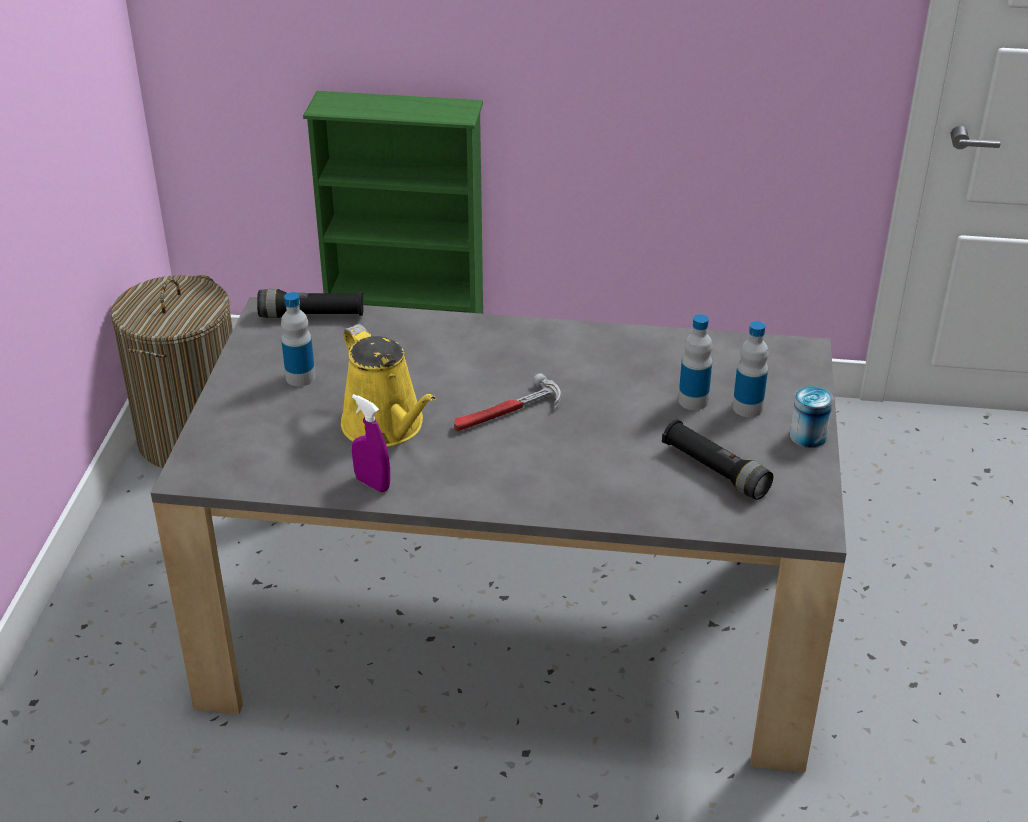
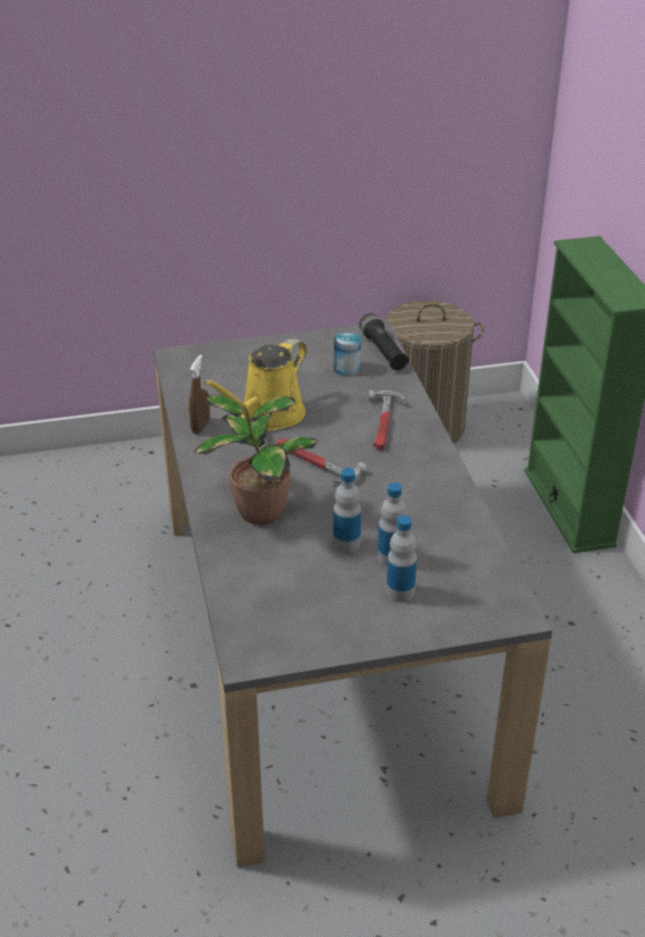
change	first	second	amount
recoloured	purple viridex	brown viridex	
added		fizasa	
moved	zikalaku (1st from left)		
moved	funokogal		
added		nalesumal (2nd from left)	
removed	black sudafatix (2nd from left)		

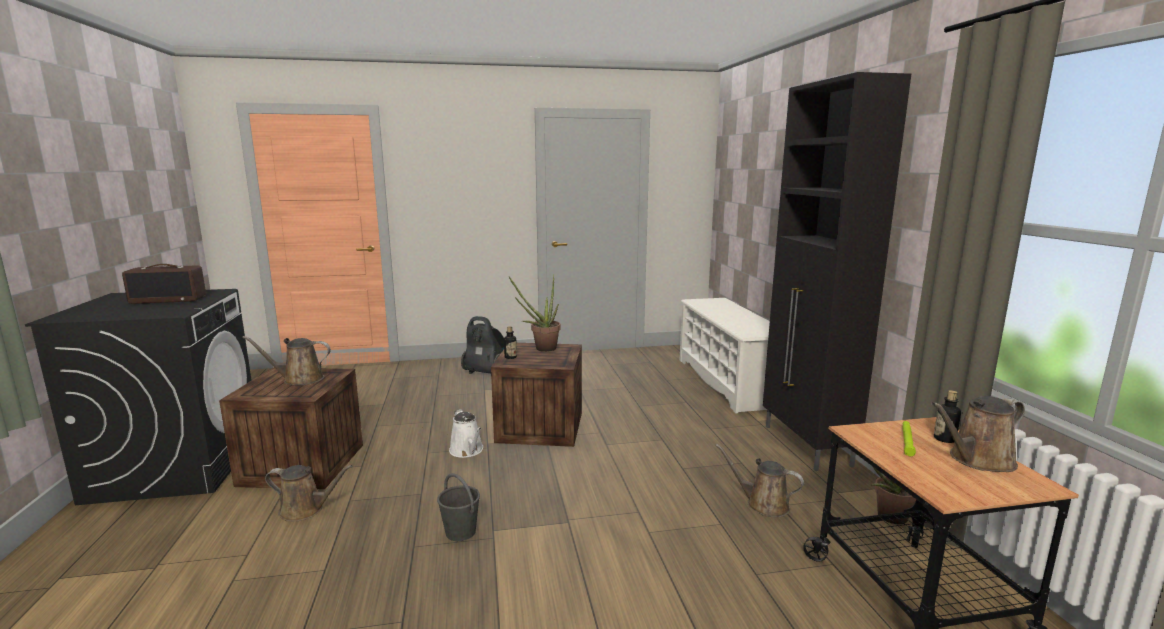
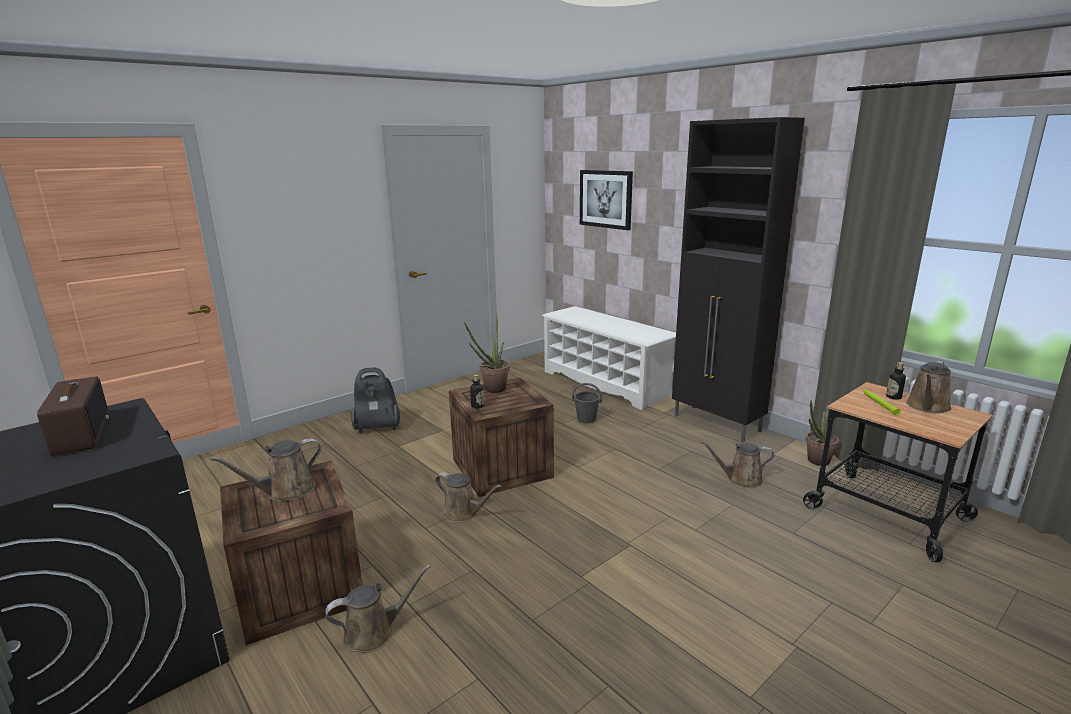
change	first	second	amount
turned	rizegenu		75 degrees counterclockwise
recoloured	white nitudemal	brown nitudemal (3rd from left)	
moved	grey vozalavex		
added		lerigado	

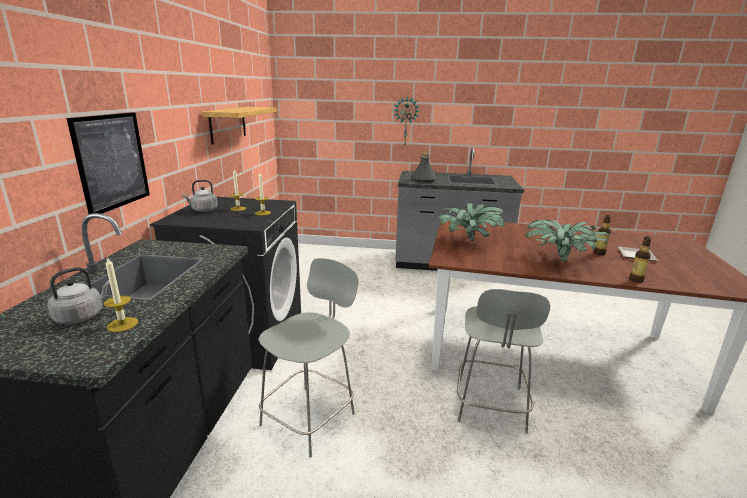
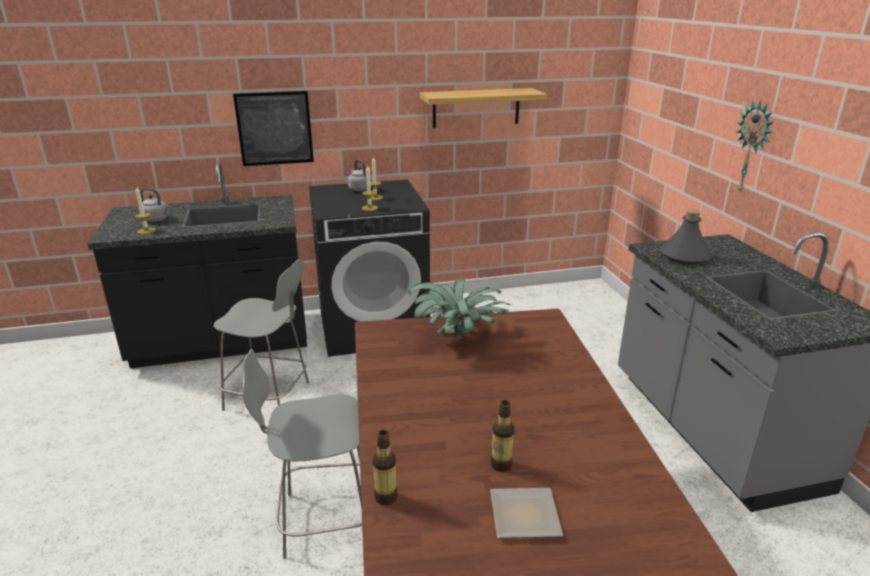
change	first	second	amount
removed	fizasa (2nd from left)		

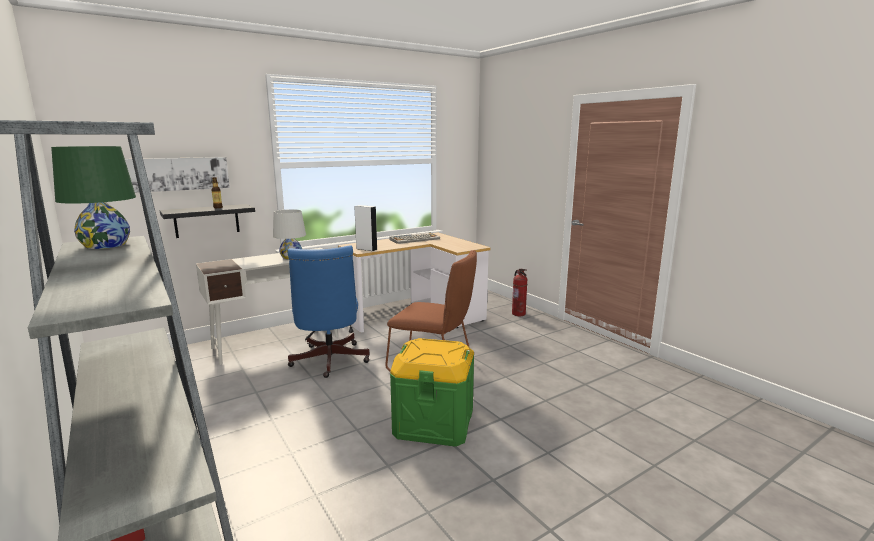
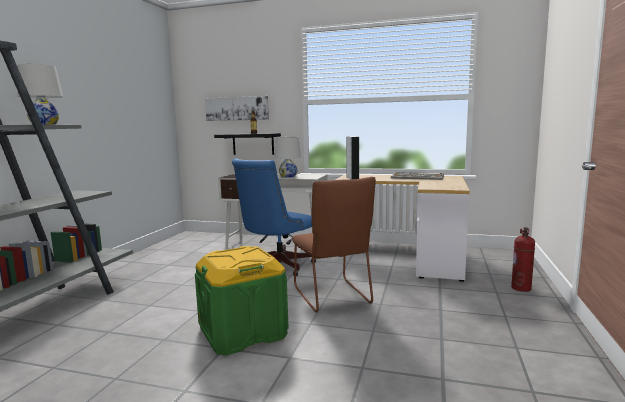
change	first	second	amount
recoloured	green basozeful	white basozeful (1st from left)	

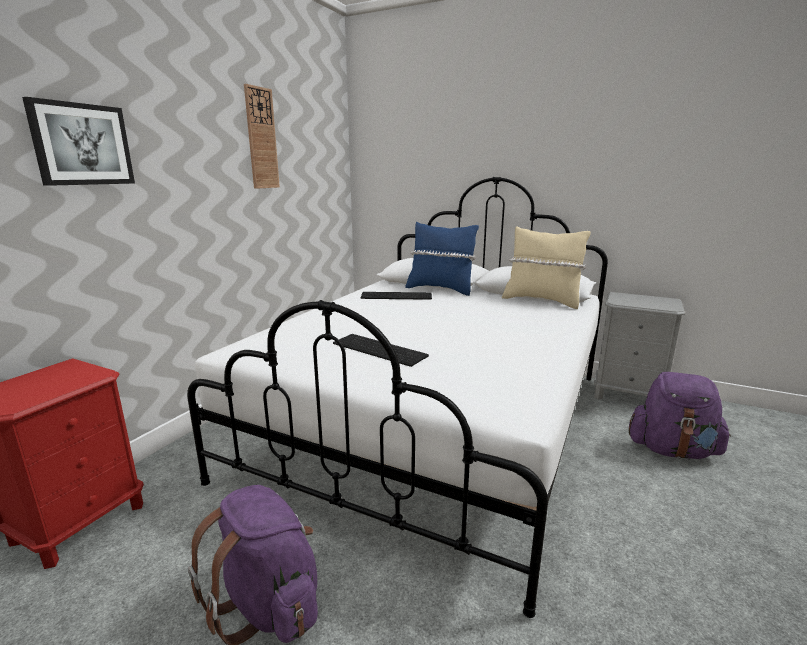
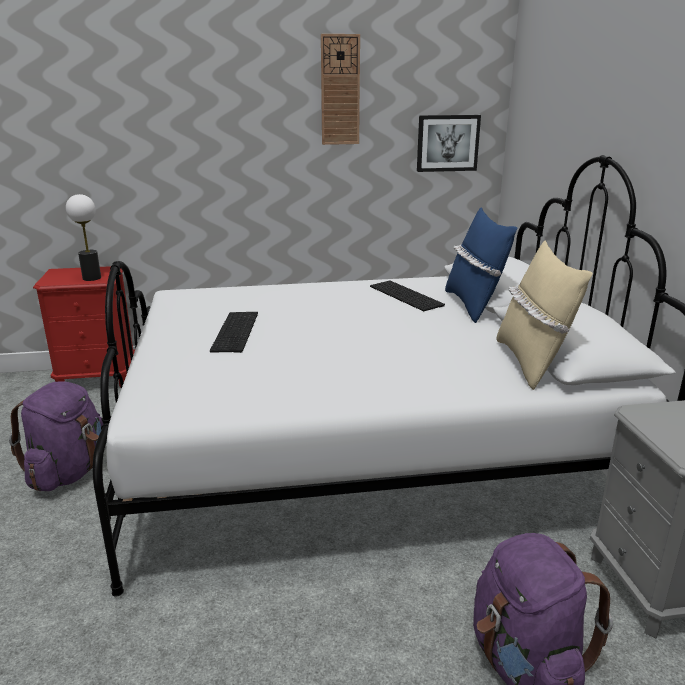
change	first	second	amount
added		basozeful	
moved	lerigado		

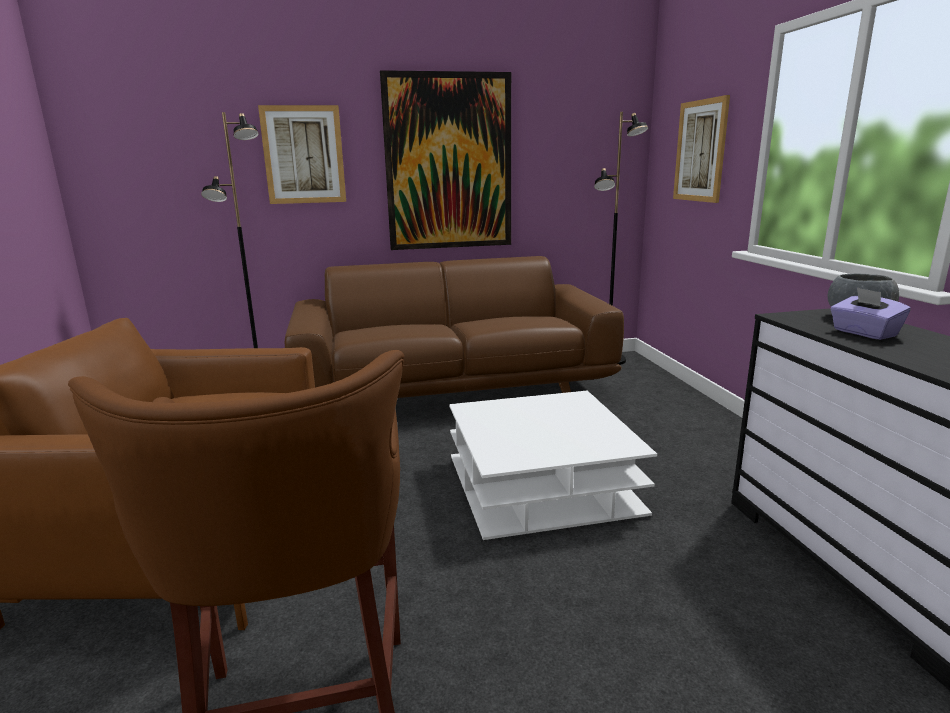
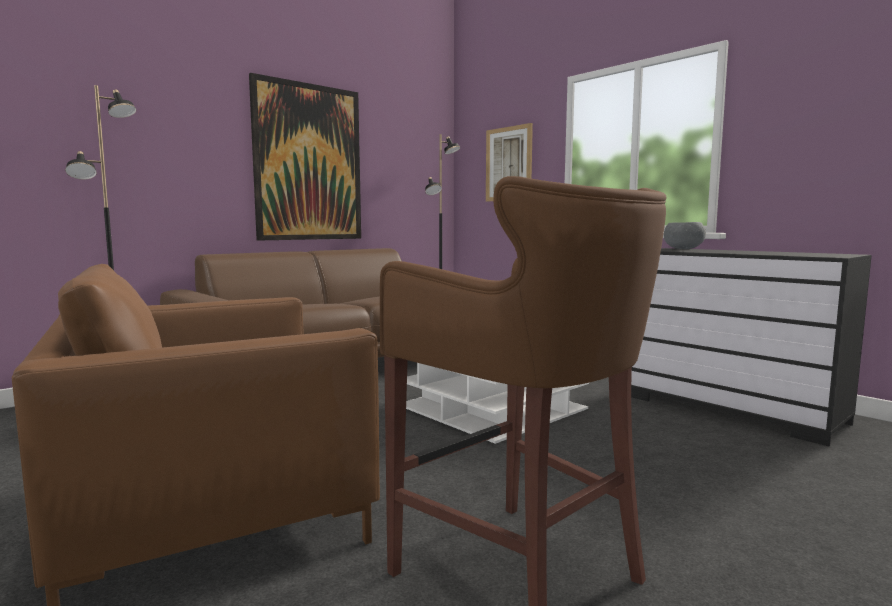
change	first	second	amount
removed	lerigado (1st from left)		
removed	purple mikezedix		

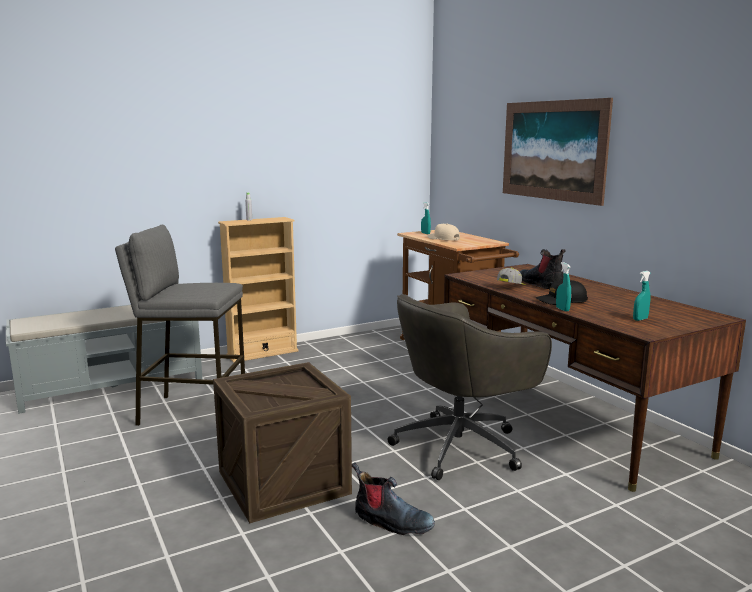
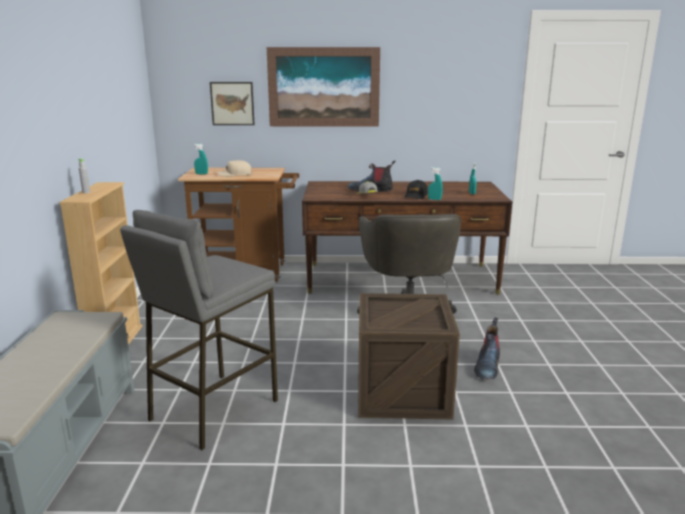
change	first	second	amount
added		lerigado (1st from left)	
turned	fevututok (1st from left in the first image)	fevututok (2nd from left)	150 degrees clockwise

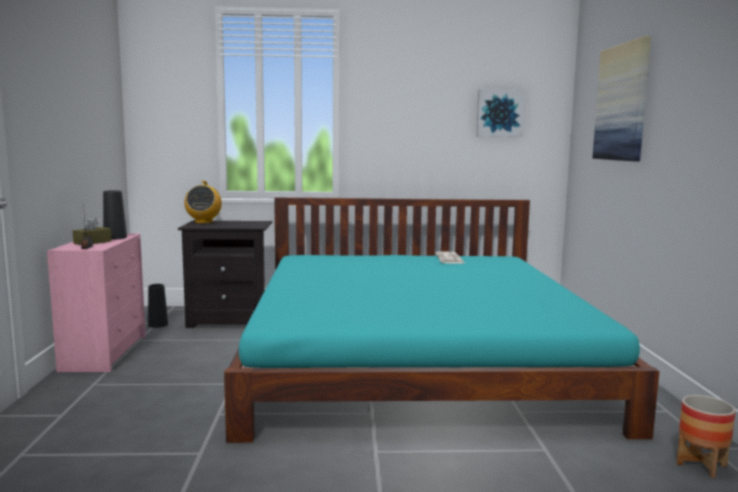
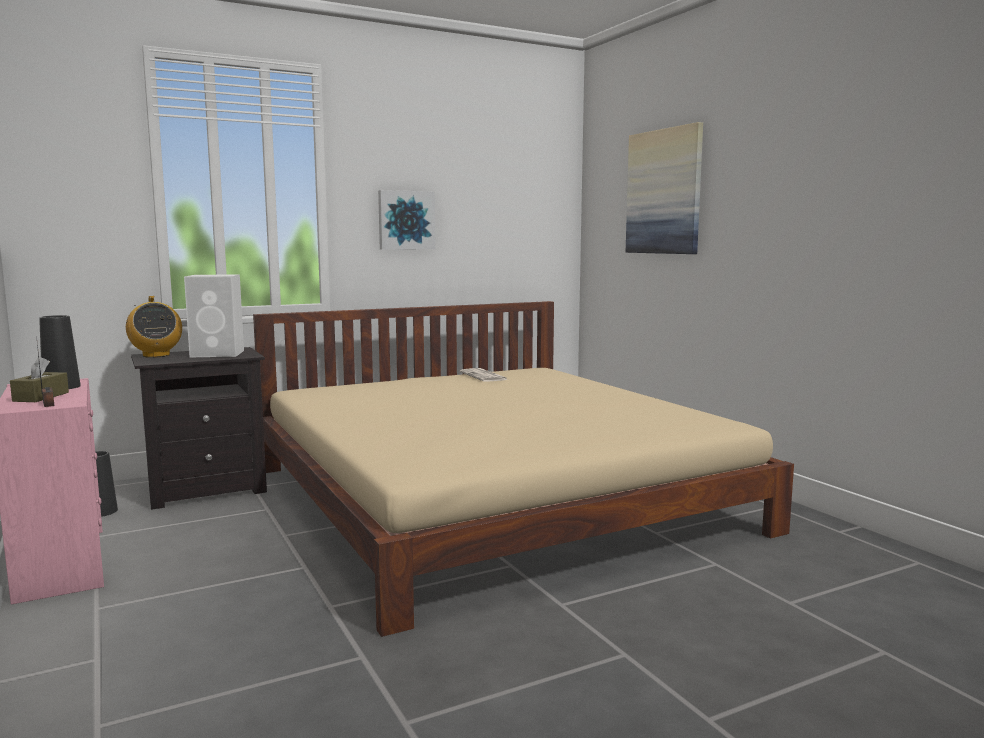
change	first	second	amount
added		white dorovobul	
recoloured	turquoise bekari	beige bekari	
moved	lerigado (1st from left)		
removed	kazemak		

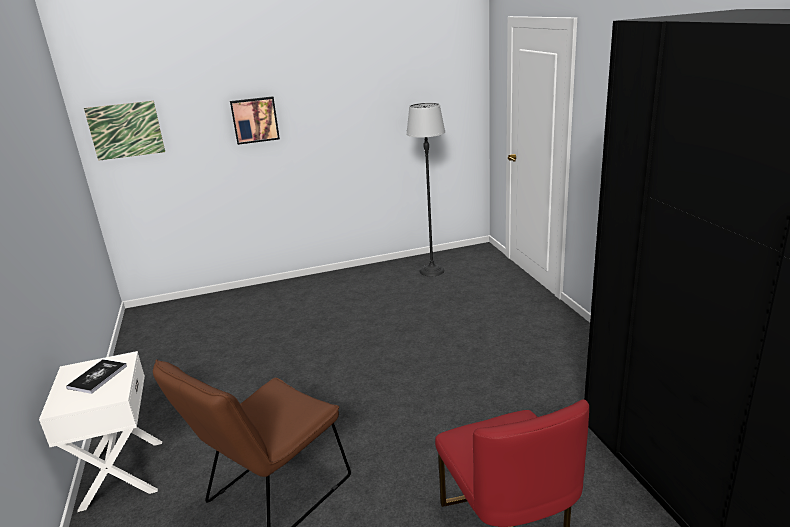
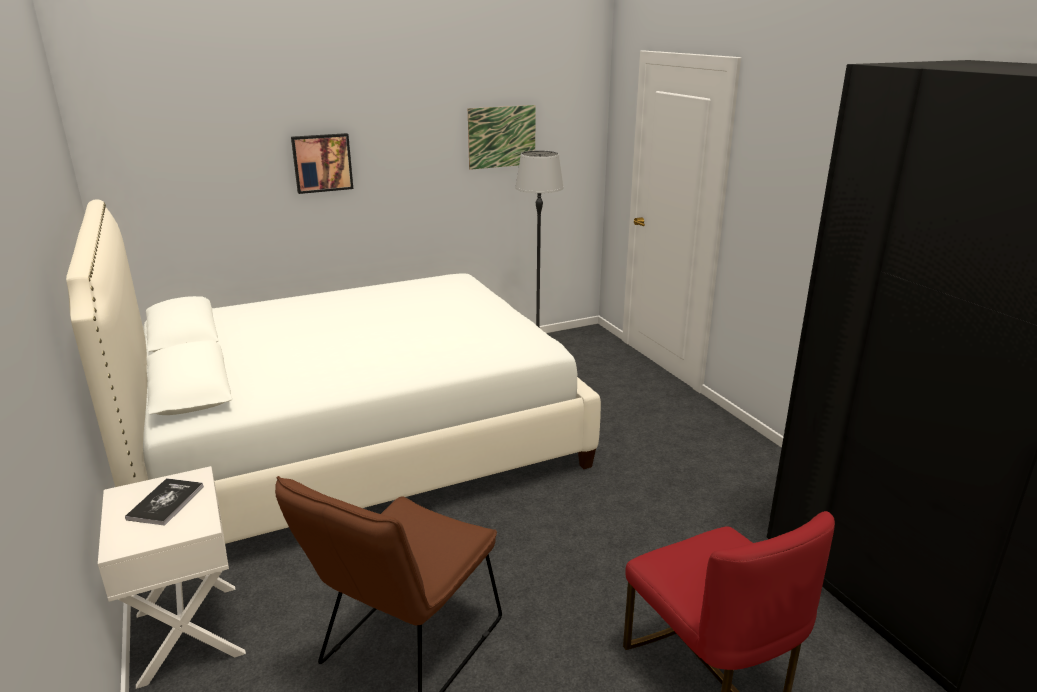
change	first	second	amount
added		white bekari	
moved	lerigado (1st from left in the first image)	lerigado (2nd from left)	

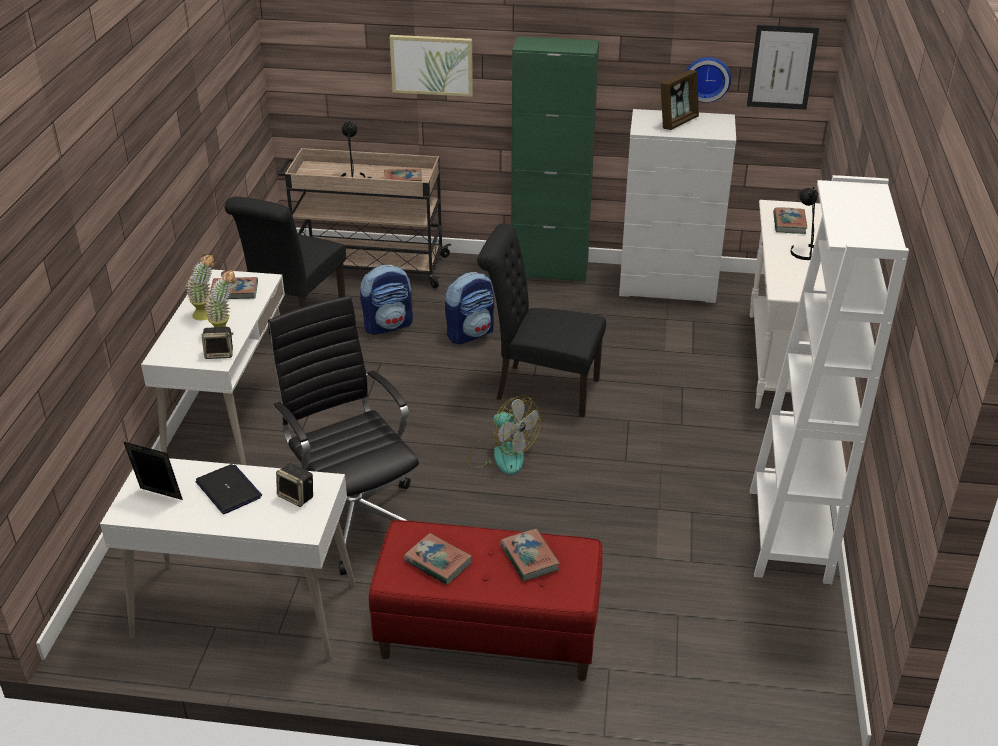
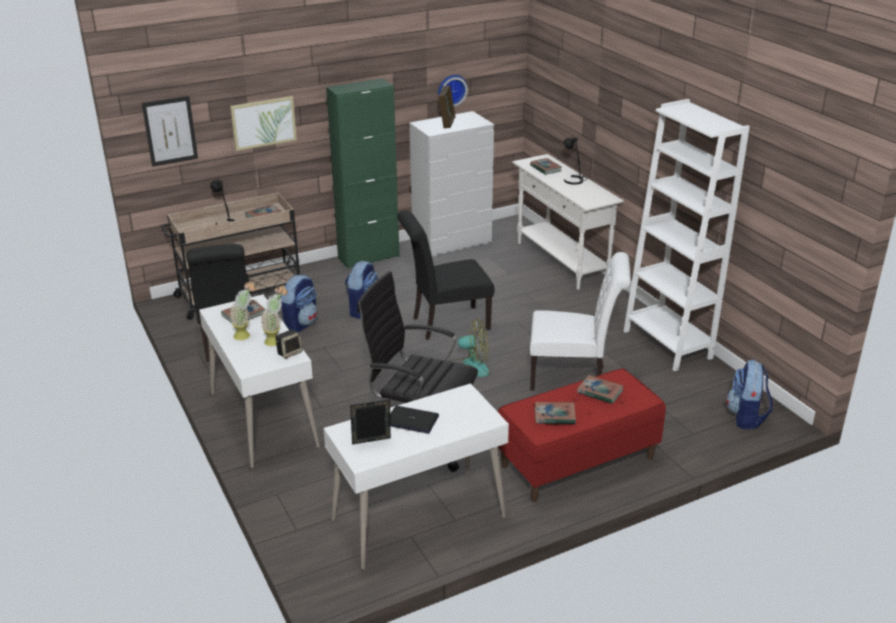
change	first	second	amount
moved	lerigado (2nd from left in the first image)	lerigado (1st from left)	
added		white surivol	
added		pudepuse (3rd from left)	
removed	dorovobul (2nd from left)		

